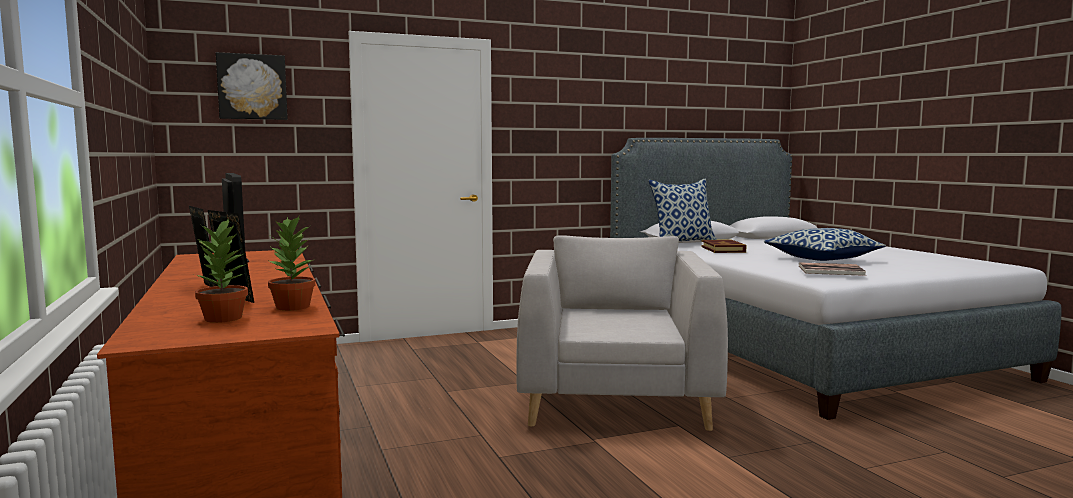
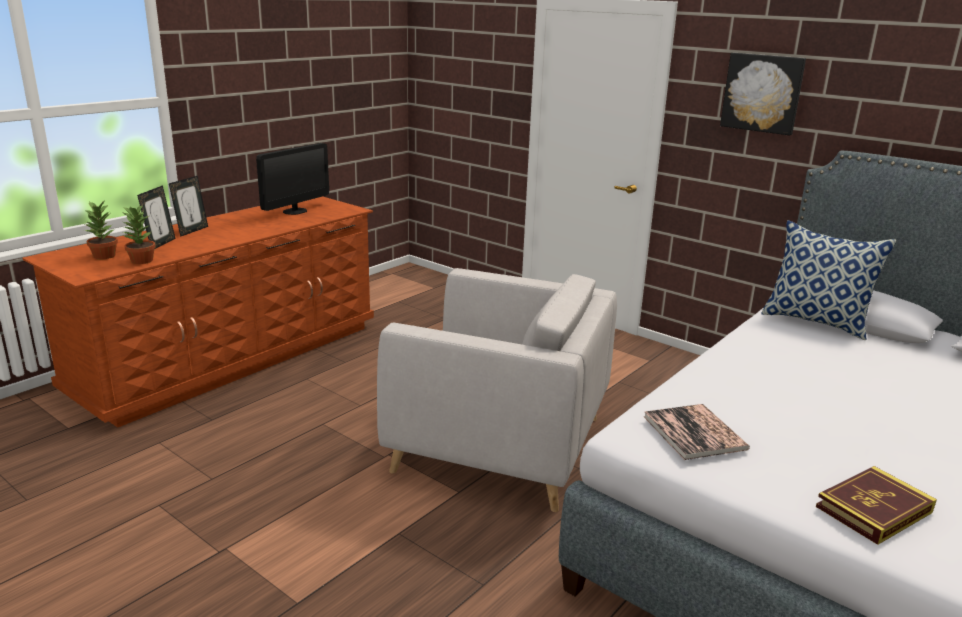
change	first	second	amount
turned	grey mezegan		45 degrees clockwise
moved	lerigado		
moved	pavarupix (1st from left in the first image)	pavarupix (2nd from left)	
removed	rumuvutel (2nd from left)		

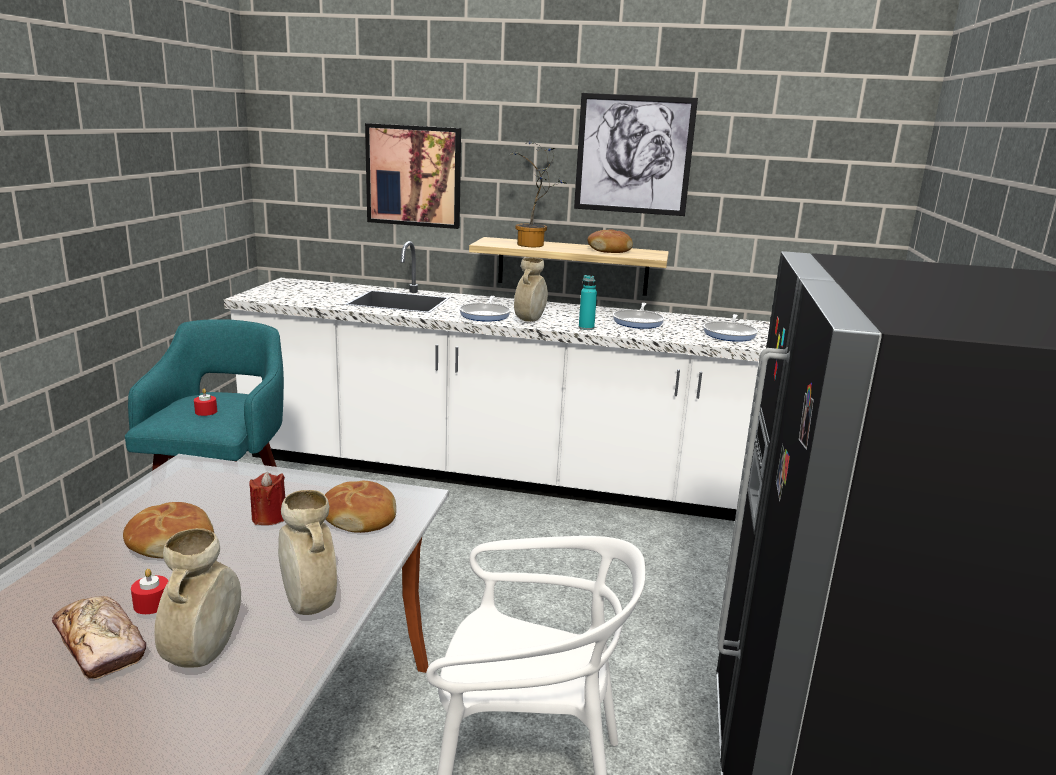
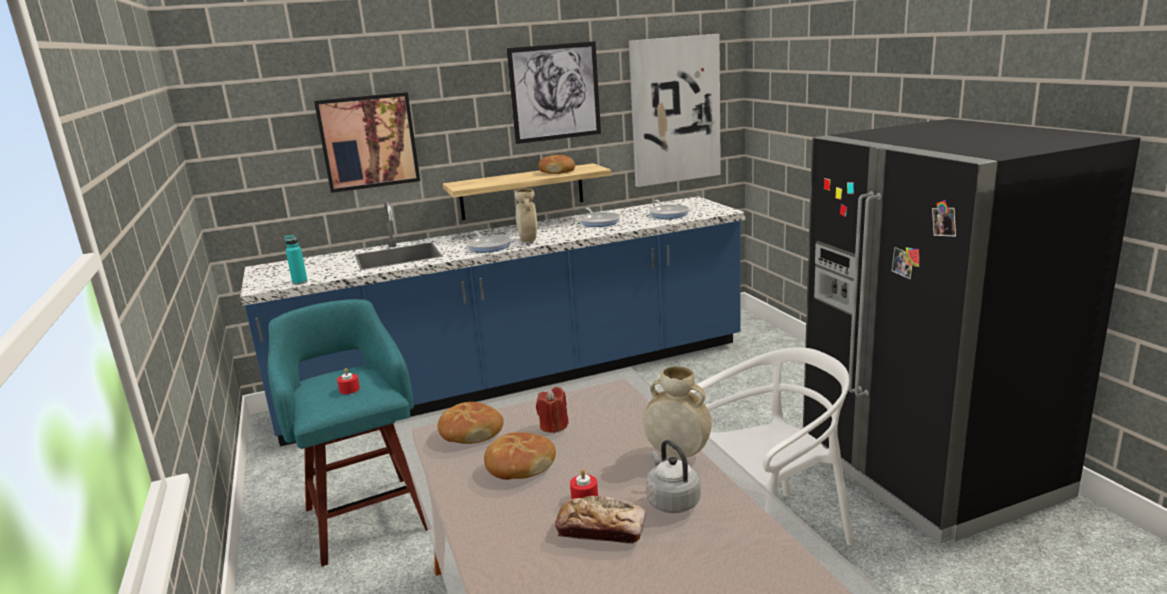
change	first	second	amount
recoloured	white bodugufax	blue bodugufax	
moved	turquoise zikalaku		
moved	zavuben (3rd from left in the first image)	zavuben (1st from left)	
added		lerigado (3rd from left)	
replaced	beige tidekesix (1st from left)	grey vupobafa	
removed	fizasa		

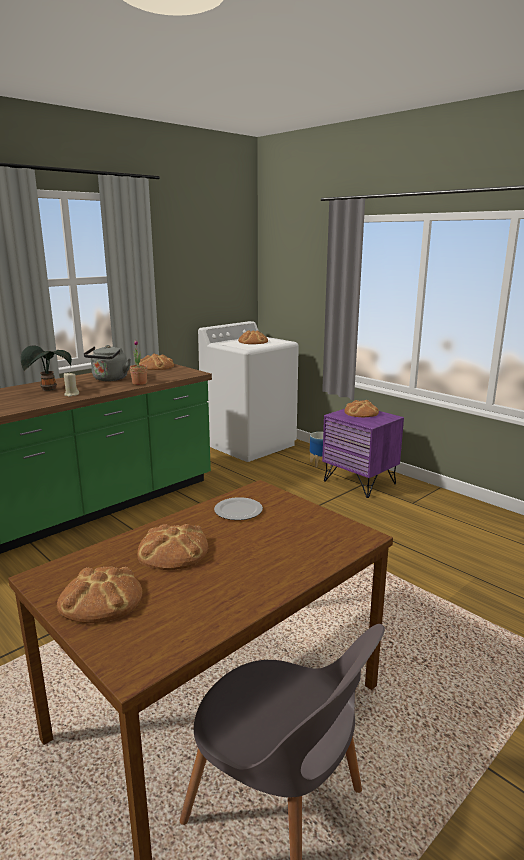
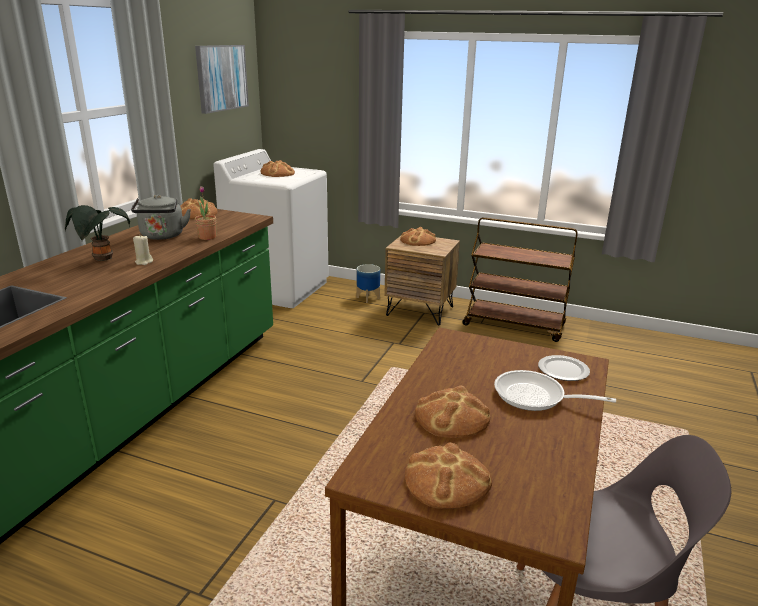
change	first	second	amount
added		lerigado	
recoloured	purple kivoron	brown kivoron	
added		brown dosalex	
added		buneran	
moved	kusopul		

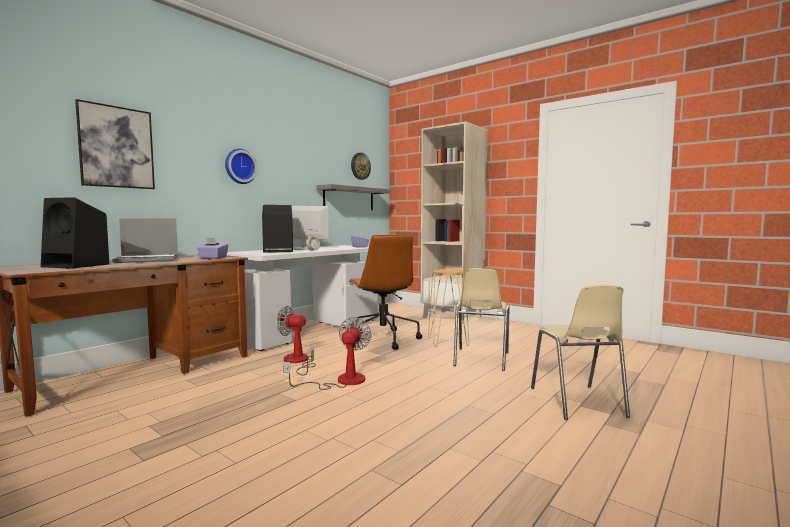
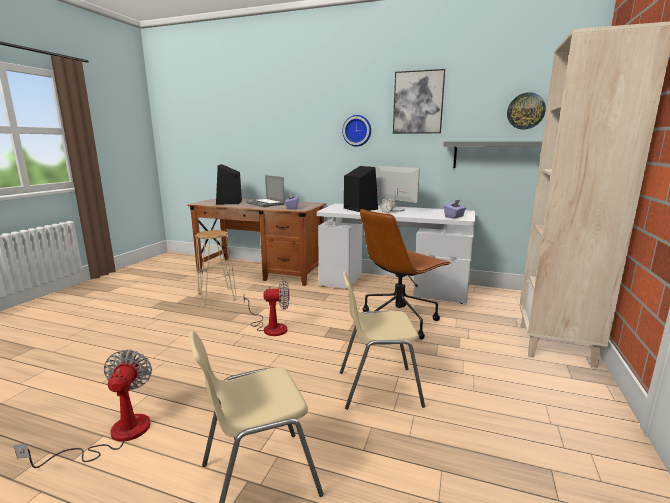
change	first	second	amount
moved	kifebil (1st from left)		
moved	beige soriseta		
moved	lerigado		

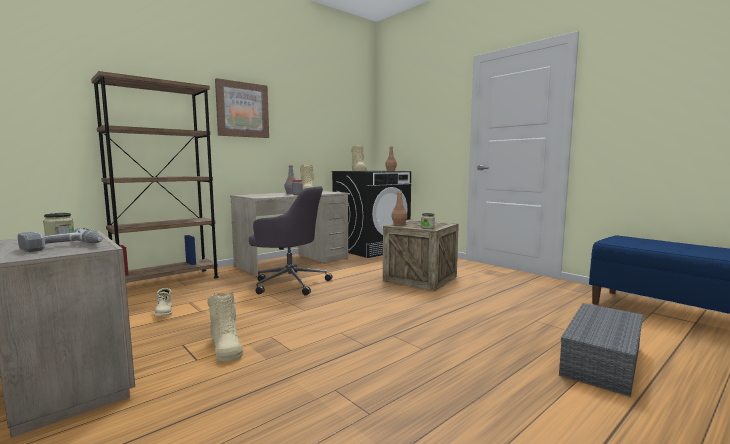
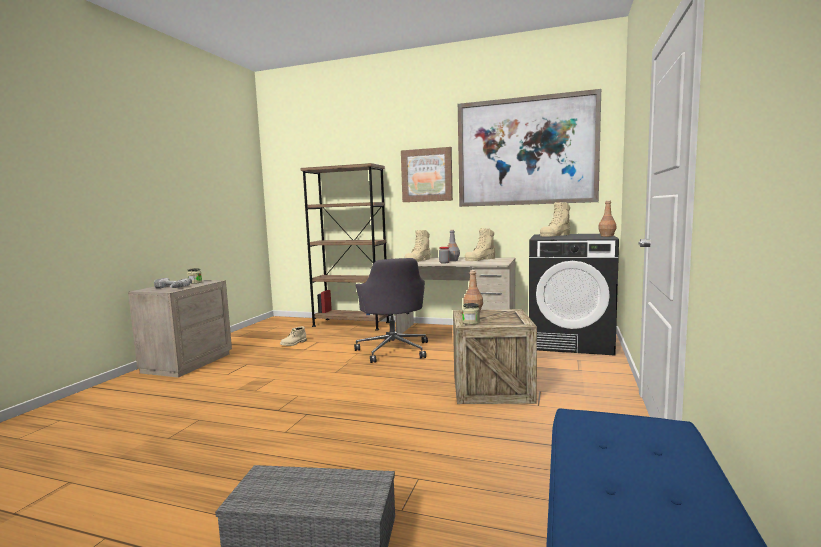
change	first	second	amount
moved	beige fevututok (2nd from left)		
added		lerigado (2nd from left)	

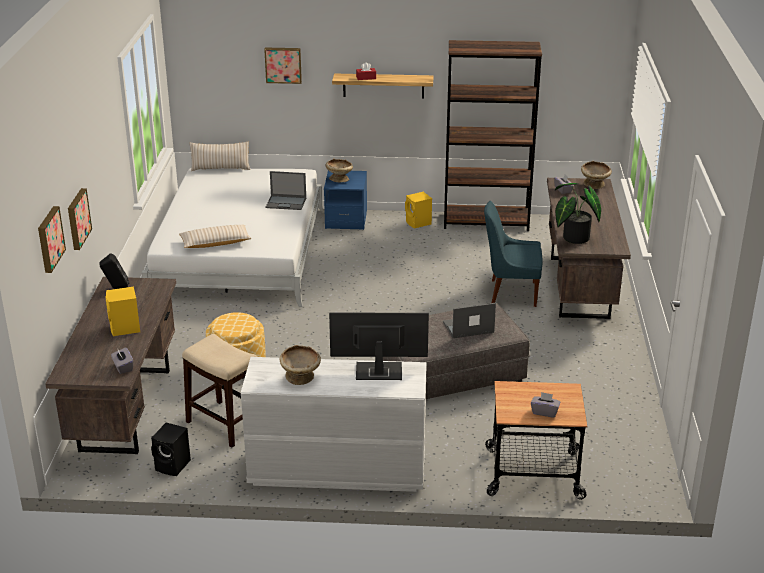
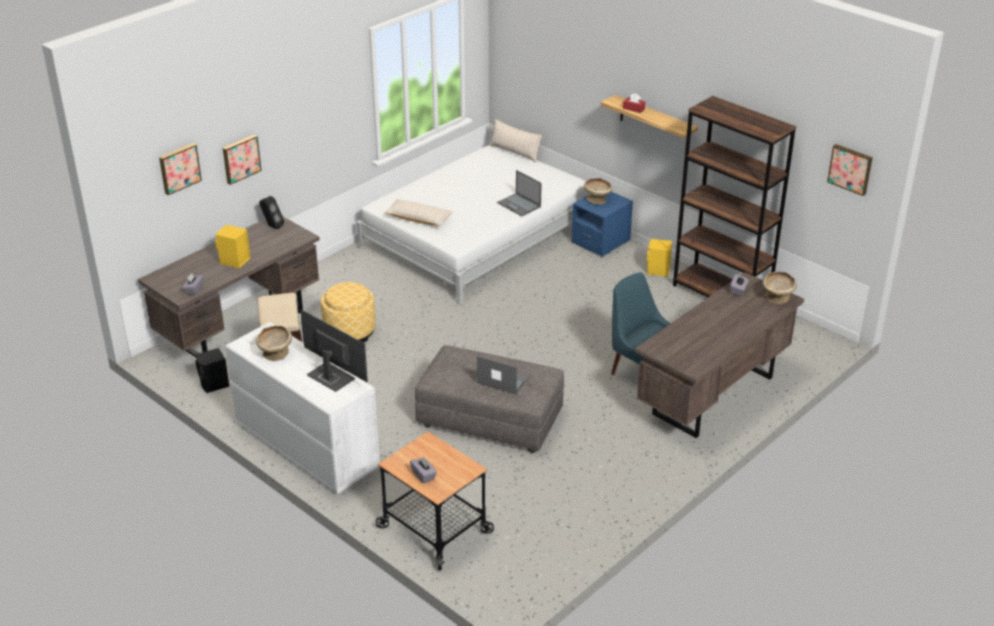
change	first	second	amount
moved	lerigado (3rd from left)		
removed	fizasa		

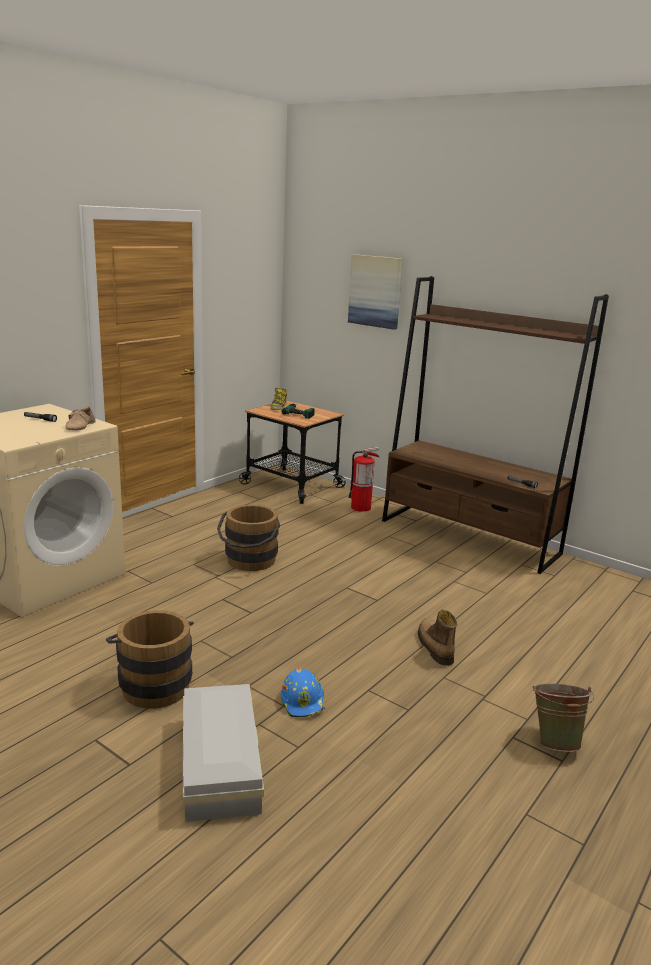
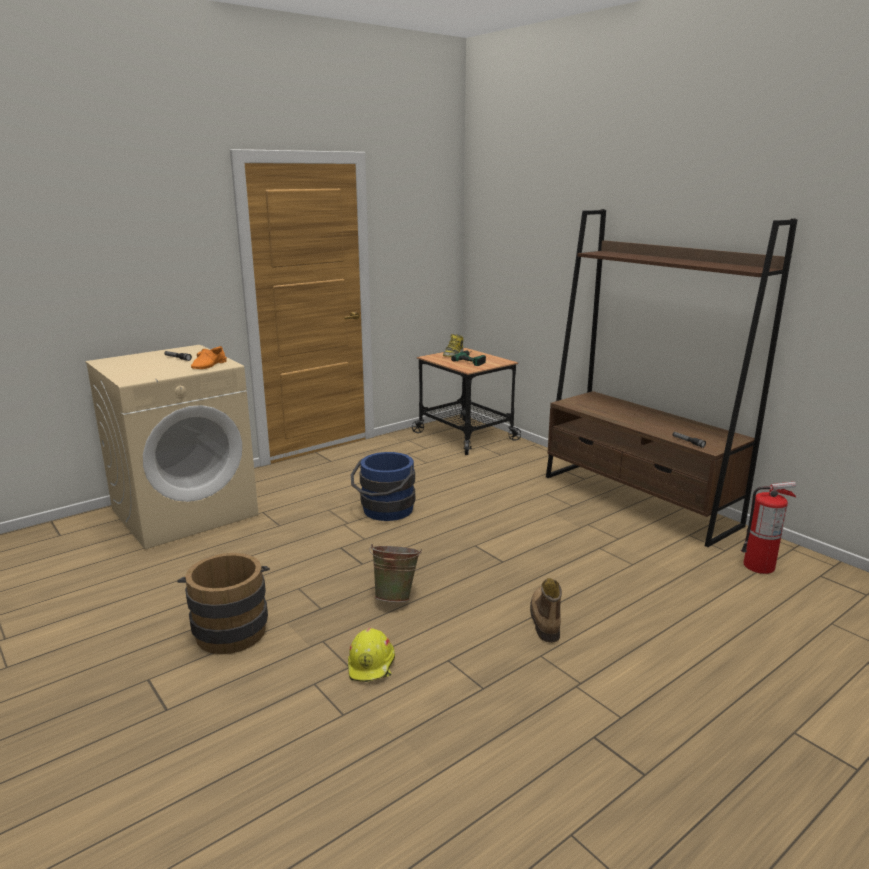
change	first	second	amount
recoloured	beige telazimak	orange telazimak	
recoloured	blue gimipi	yellow gimipi	
recoloured	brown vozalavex (2nd from left)	blue vozalavex	
moved	green vozalavex		
moved	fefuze		
removed	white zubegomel		
removed	lerigado		

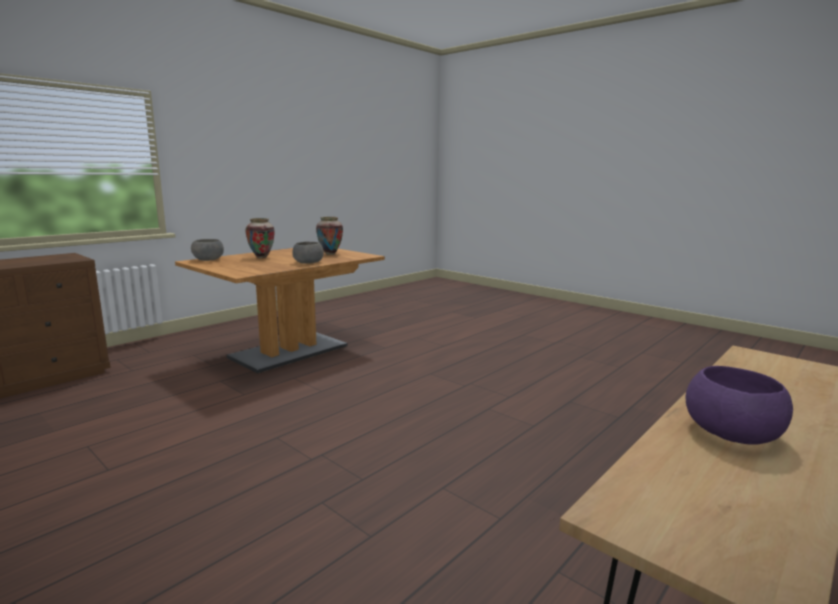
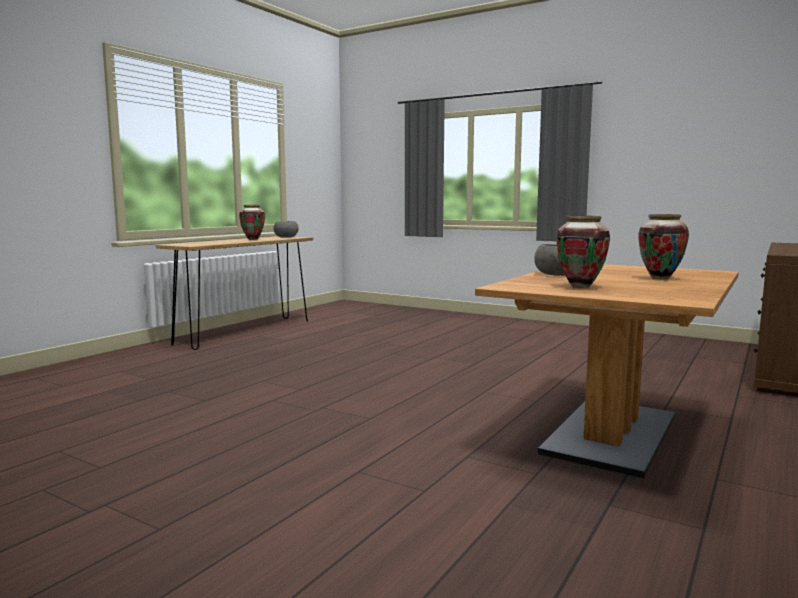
change	first	second	amount
replaced	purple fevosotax	tidekesix (1st from left)	
moved	grey fevosotax (1st from left)		

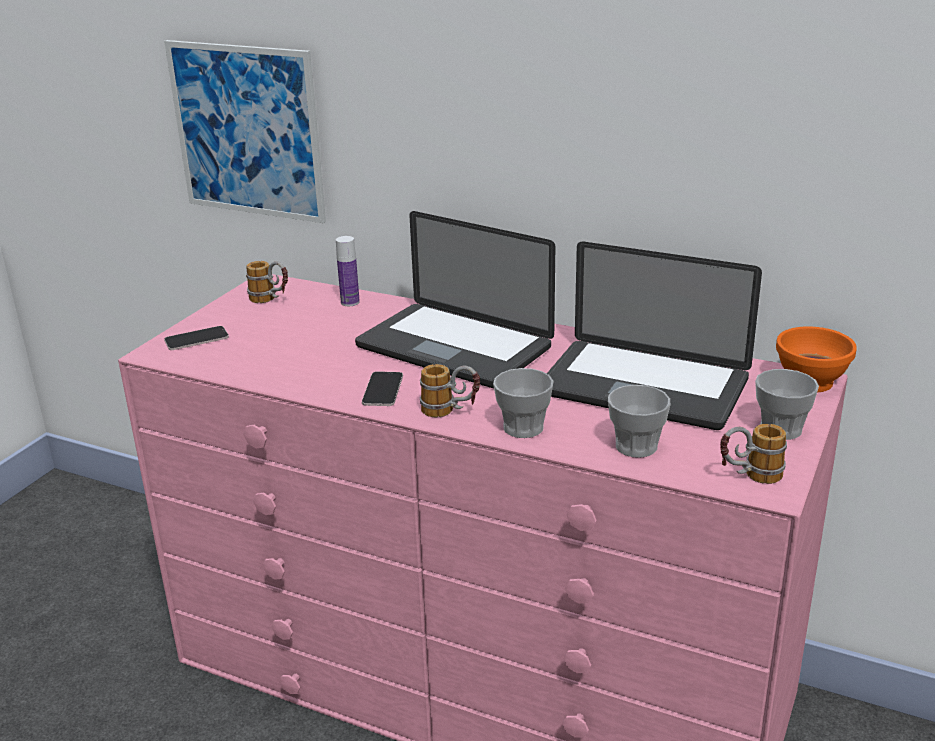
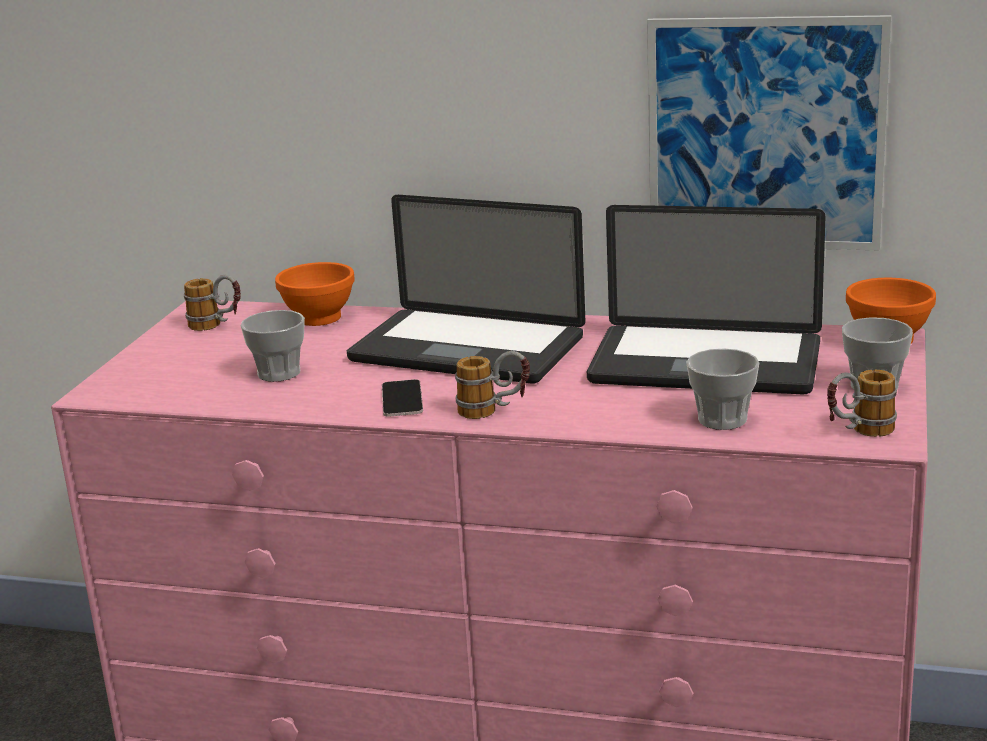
change	first	second	amount
moved	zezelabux (1st from left)		
replaced	zikalaku	orange fevosotax (1st from left)	
moved	lerigado		
removed	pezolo (1st from left)		

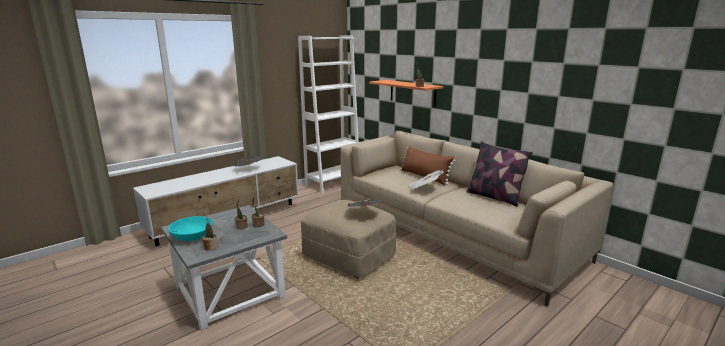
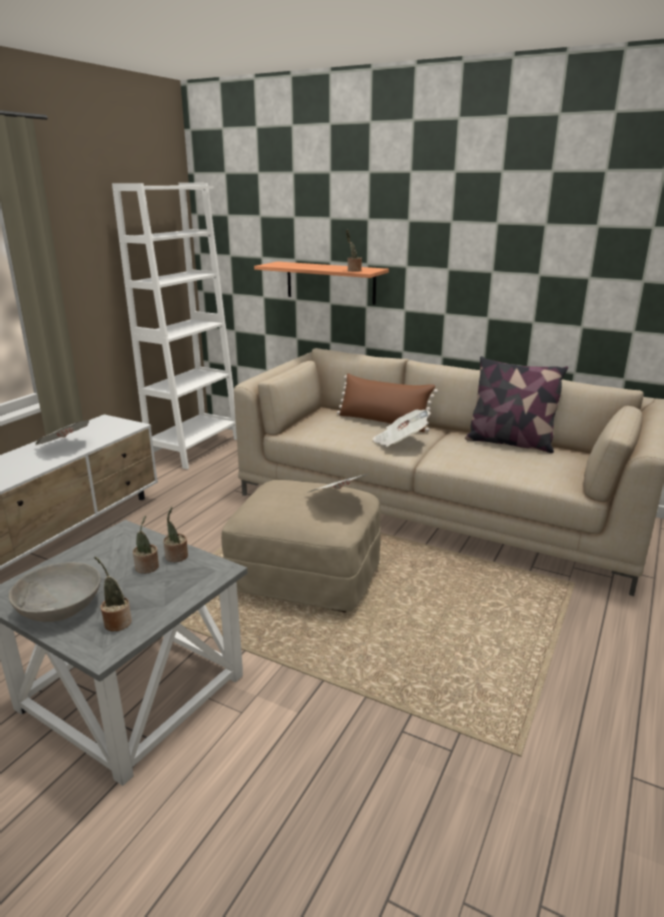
change	first	second	amount
recoloured	turquoise fevosotax	grey fevosotax	

